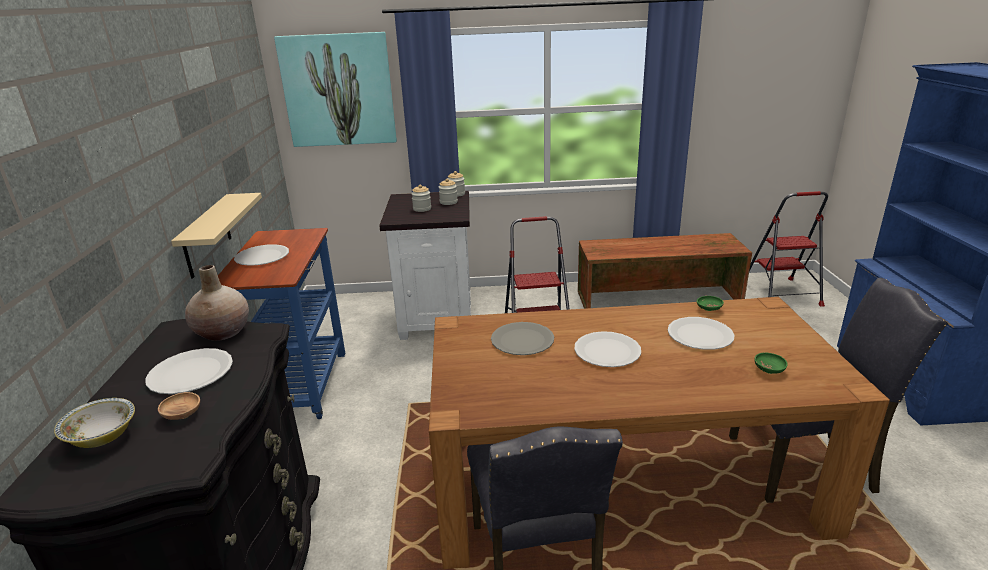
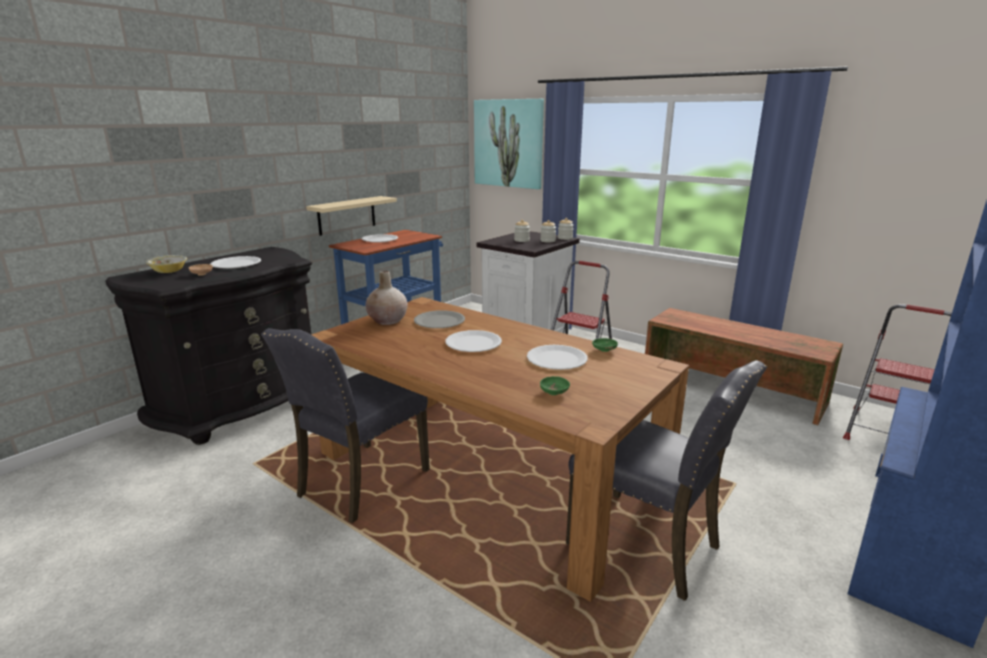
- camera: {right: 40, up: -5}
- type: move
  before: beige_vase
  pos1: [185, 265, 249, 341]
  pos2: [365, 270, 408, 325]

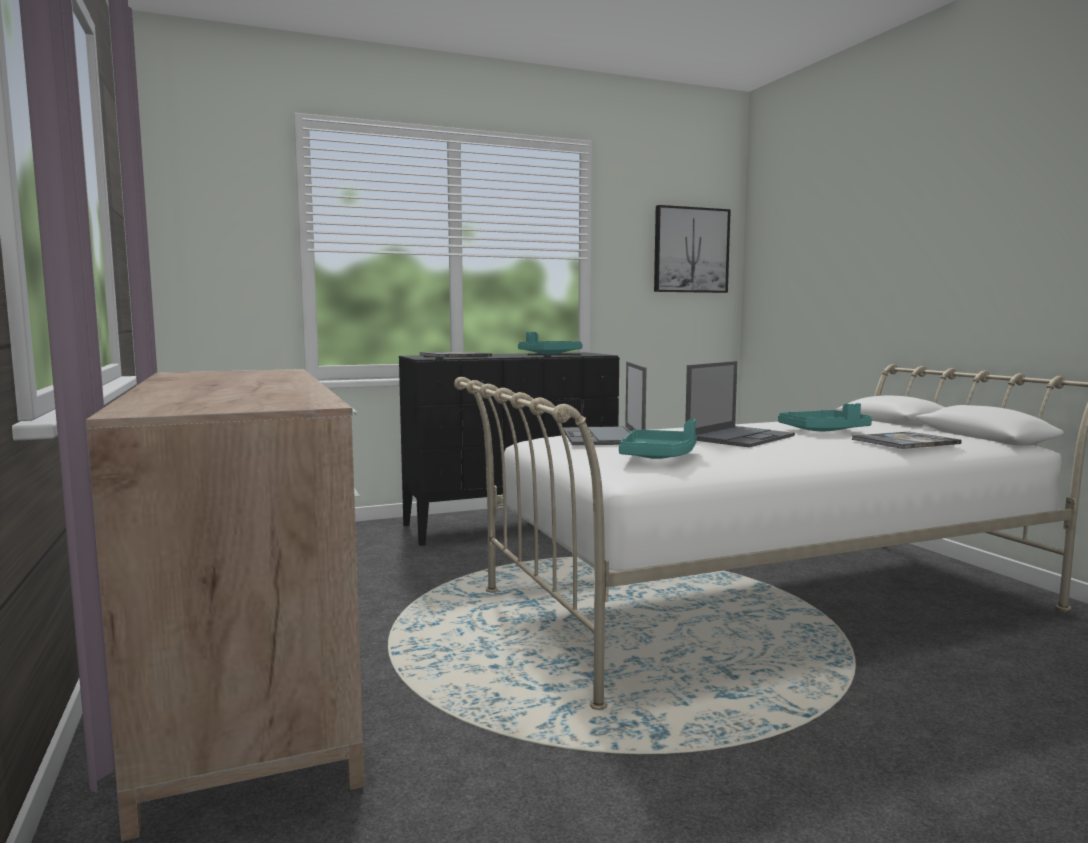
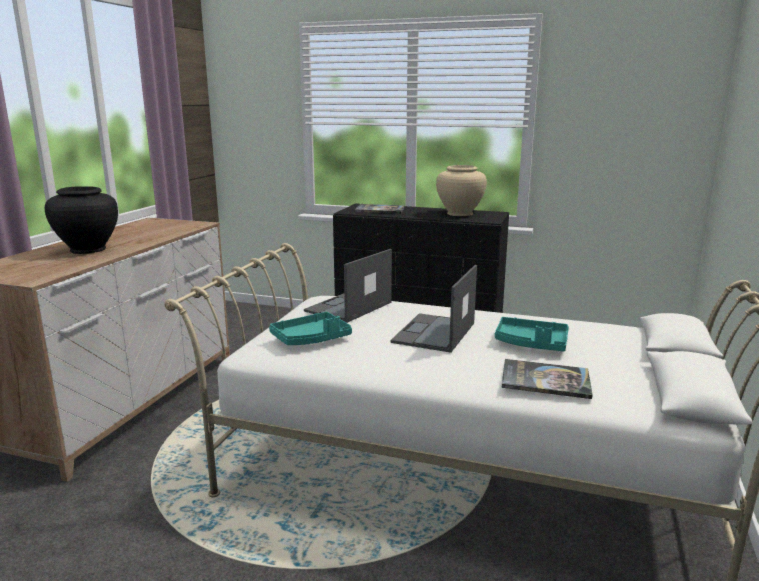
- camera: {right: 40, up: 10}
- type: delete
  before: wall_art
  pos1: [654, 205, 731, 293]
- type: insert
  after: blackish_vase
  pos2: [45, 186, 118, 254]
- type: replace
  before: turquoise-coloured_carrying_tray
  after: beige_vase
  pos1: [518, 332, 583, 354]
  pos2: [436, 165, 487, 216]
- type: rotate
  before: portable_computer
  pos1: [685, 361, 795, 447]
  pos2: [391, 265, 477, 353]
  turn: 120

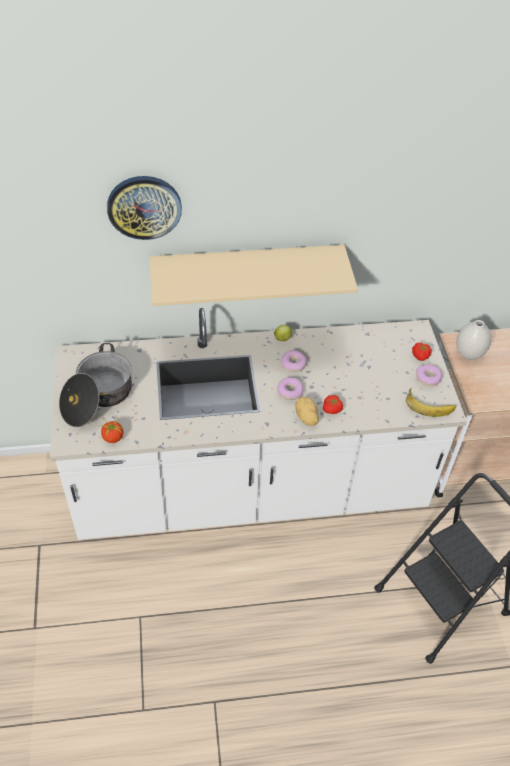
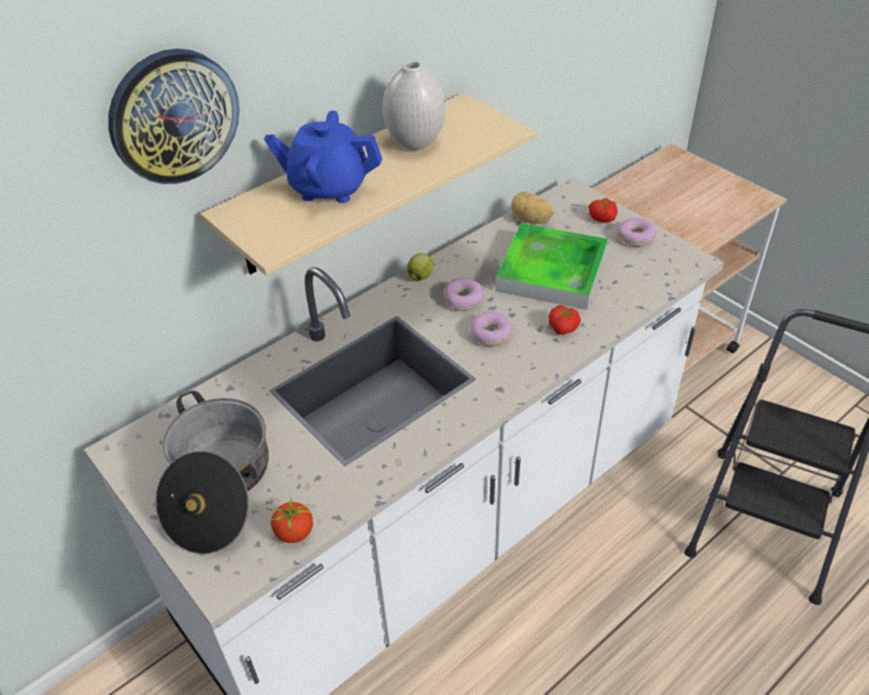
- camera: {right: -30, up: -5}
- type: delete
  before: whole_banana
  pos1: [406, 388, 456, 417]
- type: insert
  after: blue_pot_for_tea
  pos2: [264, 111, 382, 203]
- type: insert
  after: carrying_tray
  pos2: [495, 223, 608, 310]
- type: move
  before: potato
  pos1: [295, 397, 319, 426]
  pos2: [511, 192, 554, 224]
- type: move
  before: white_vase
  pos1: [456, 320, 491, 360]
  pos2: [383, 61, 446, 150]

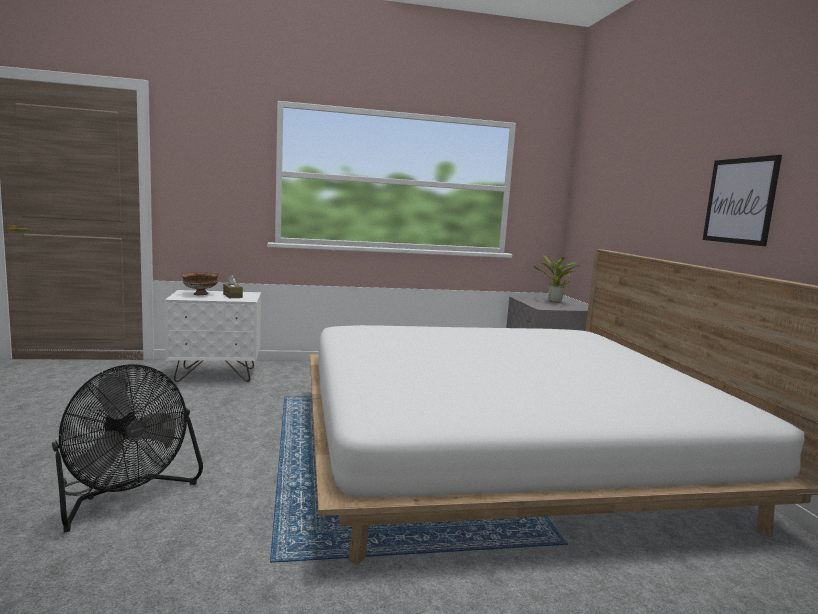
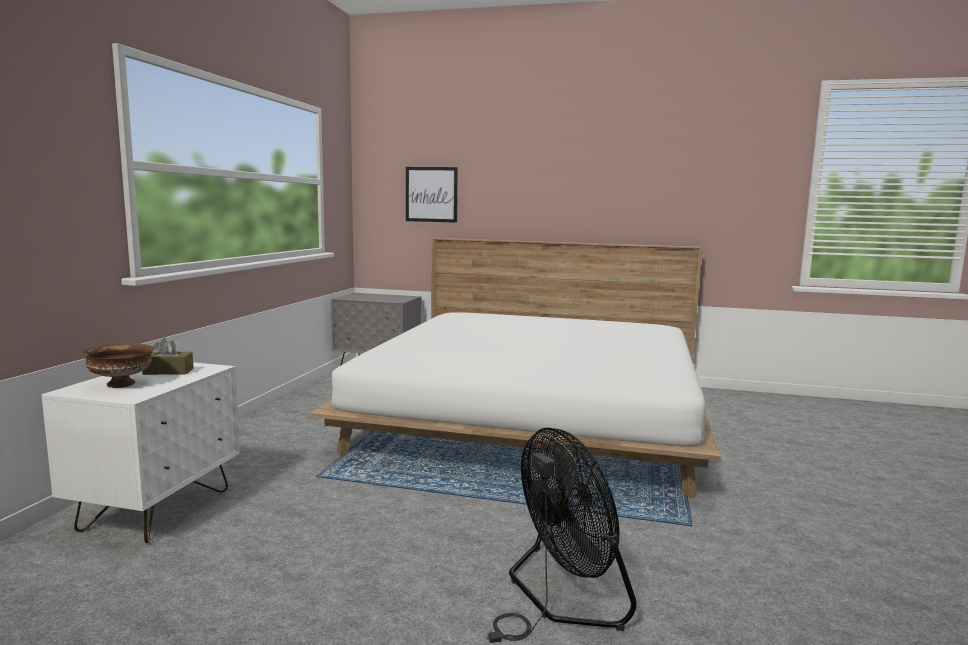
- camera: {right: -65, up: 0}
- type: delete
  before: houseplant
  pos1: [534, 255, 580, 303]
- type: move
  before: wall_art
  pos1: [703, 155, 782, 246]
  pos2: [406, 167, 458, 223]

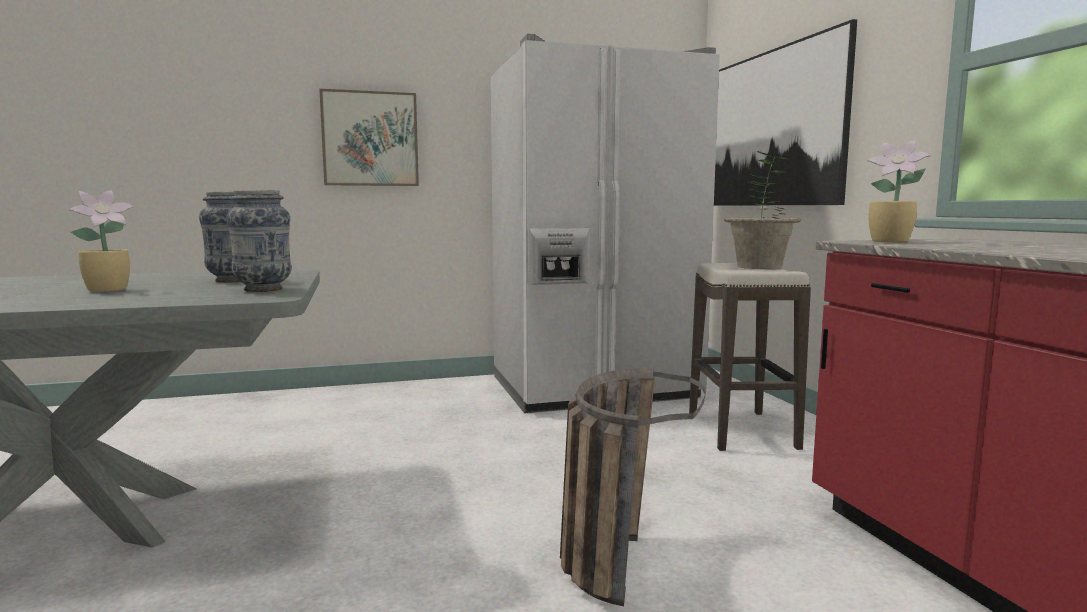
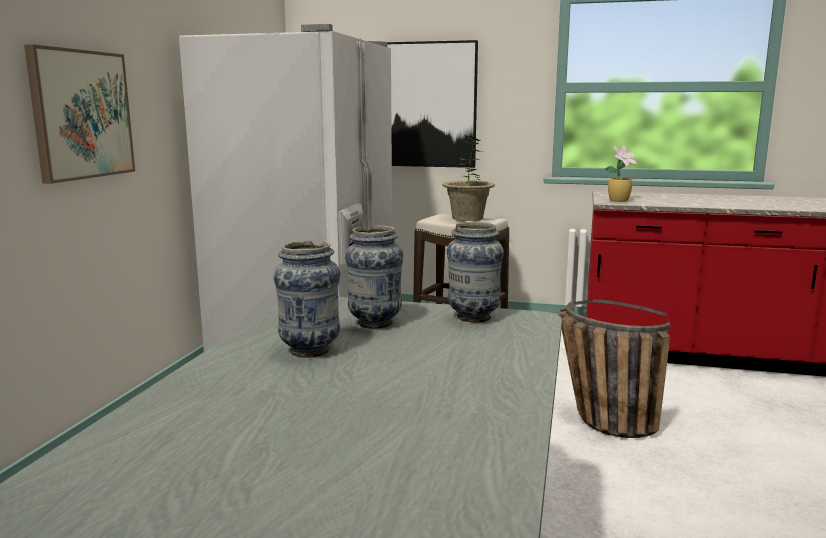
- camera: {right: -60, up: 5}
- type: delete
  before: houseplant
  pos1: [69, 191, 134, 292]
- type: insert
  after: vase
  pos2: [274, 240, 340, 357]

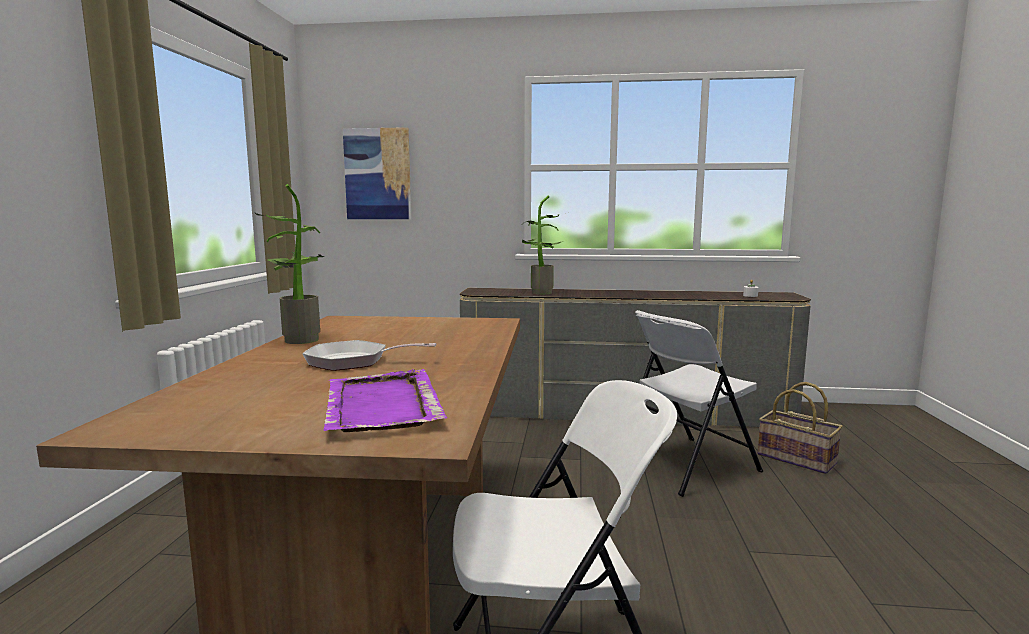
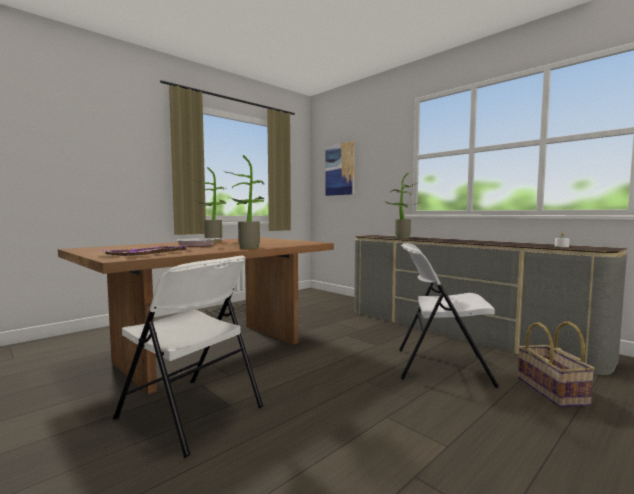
- camera: {right: 40, up: -5}
- type: insert
  after: houseplant
  pos2: [224, 155, 265, 249]

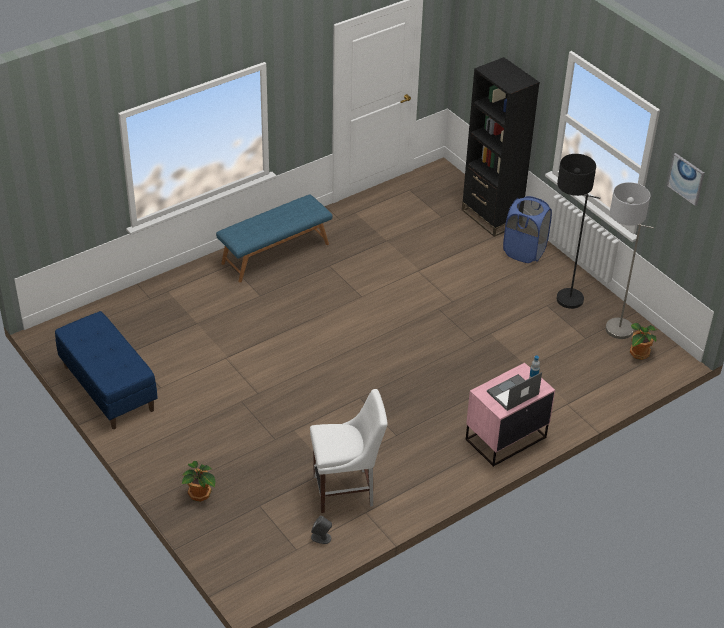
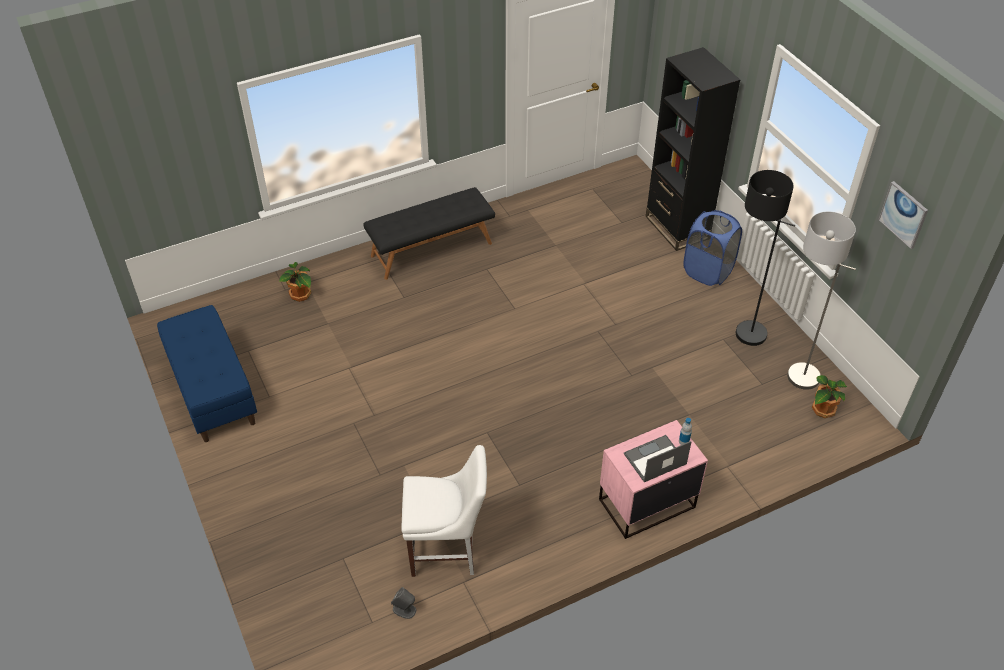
- camera: {right: 10, up: 5}
- type: move
  before: houseplant
  pos1: [182, 461, 215, 502]
  pos2: [279, 262, 311, 302]
- type: recolor
  before: blue_indoor_bench
  after: blackish_indoor_bench
  pos1: [216, 194, 333, 282]
  pos2: [363, 187, 495, 280]

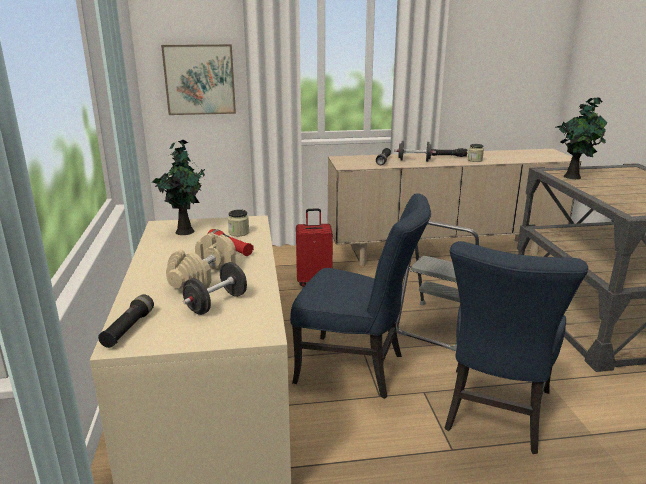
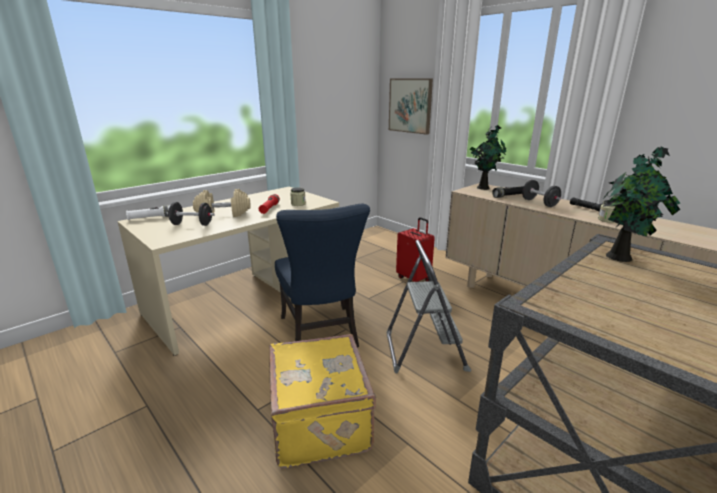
- camera: {right: 55, up: 0}
- type: move
  before: houseplant
  pos1: [152, 140, 205, 235]
  pos2: [469, 125, 506, 190]
- type: replace
  before: blue_plain_chair
  after: yellowish_suitcase
  pos1: [444, 241, 588, 454]
  pos2: [269, 334, 376, 468]
- type: recolor
  before: blackish_flashlight
  after: white_flashlight
  pos1: [98, 294, 154, 348]
  pos2: [126, 205, 171, 220]

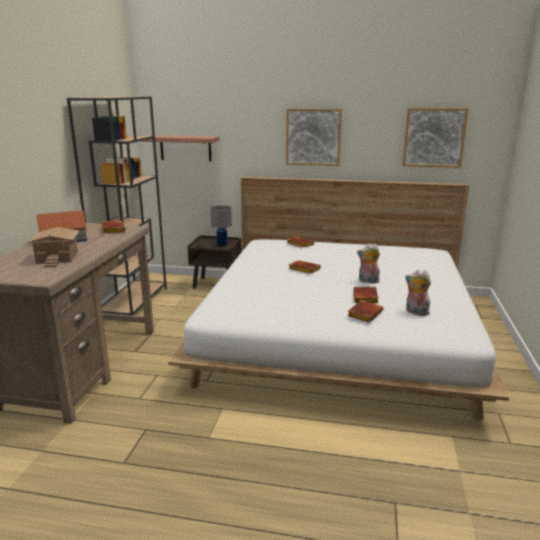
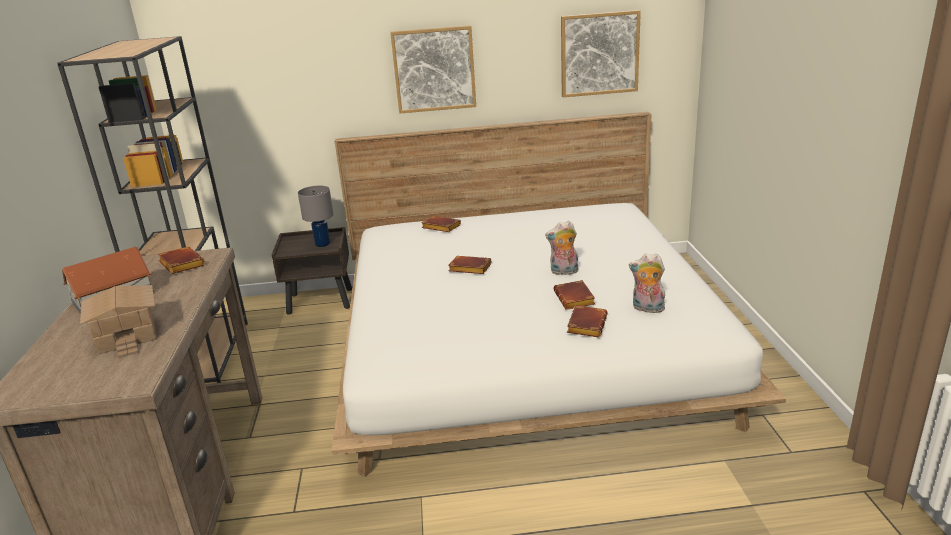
- camera: {right: -15, up: 5}
- type: delete
  before: wall_shelf
  pos1: [142, 135, 219, 161]

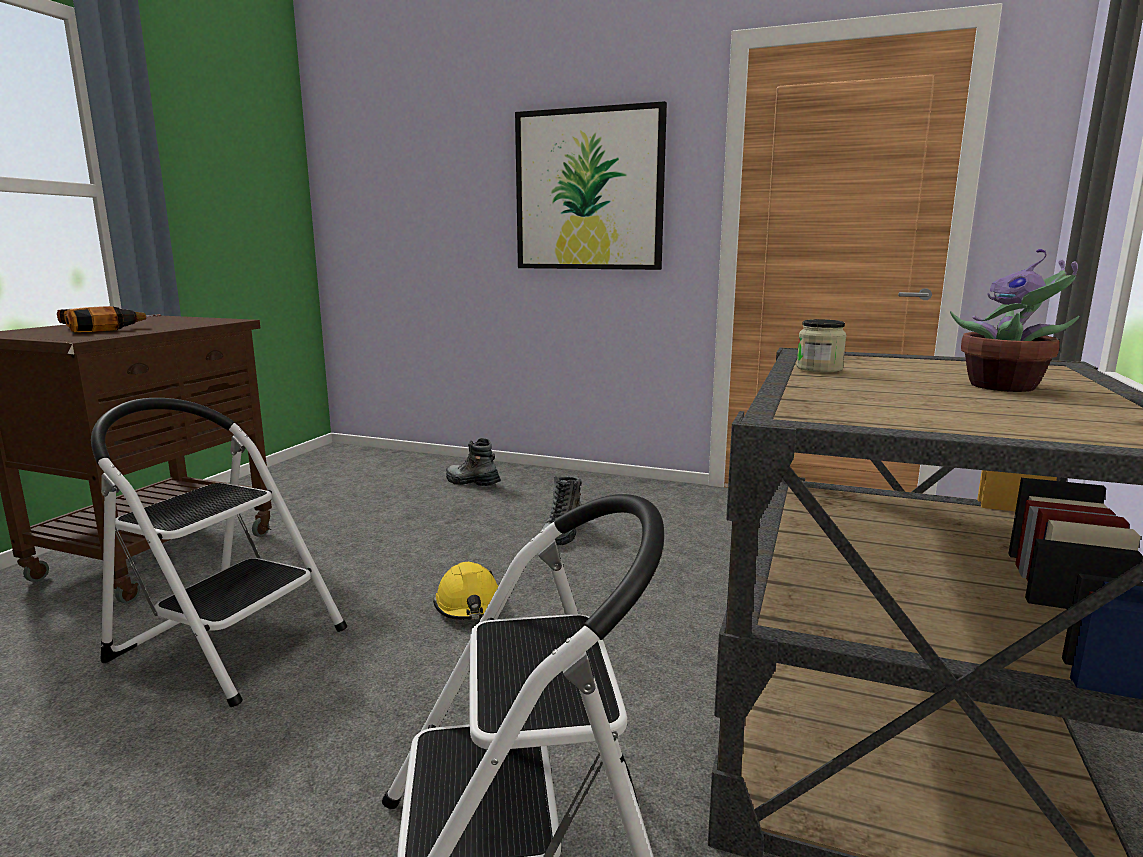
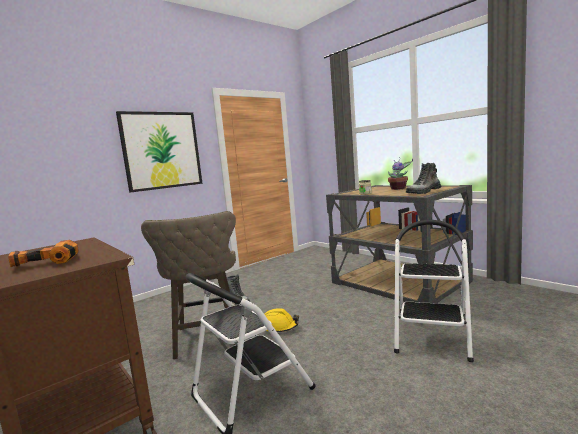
- camera: {right: -60, up: -5}
- type: insert
  after: beige_sitting_stool
  pos2: [141, 211, 236, 359]
- type: move
  before: boot
  pos1: [446, 438, 501, 486]
  pos2: [406, 163, 442, 194]

